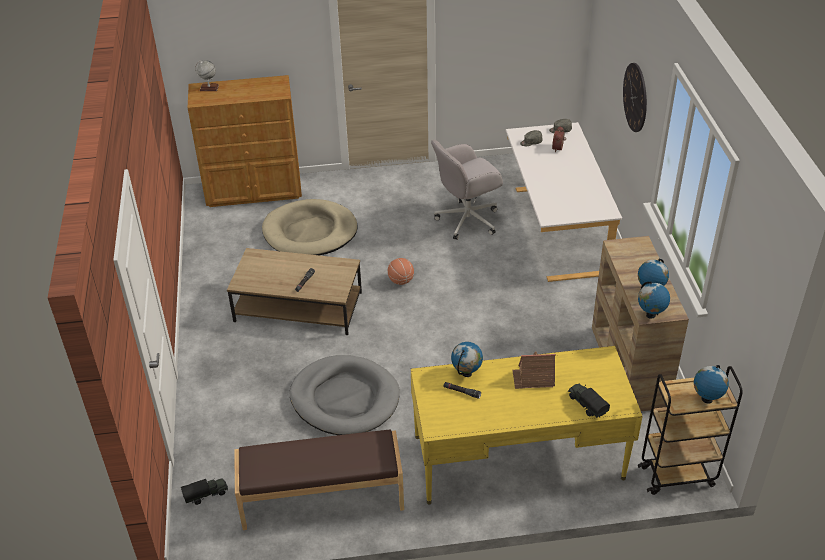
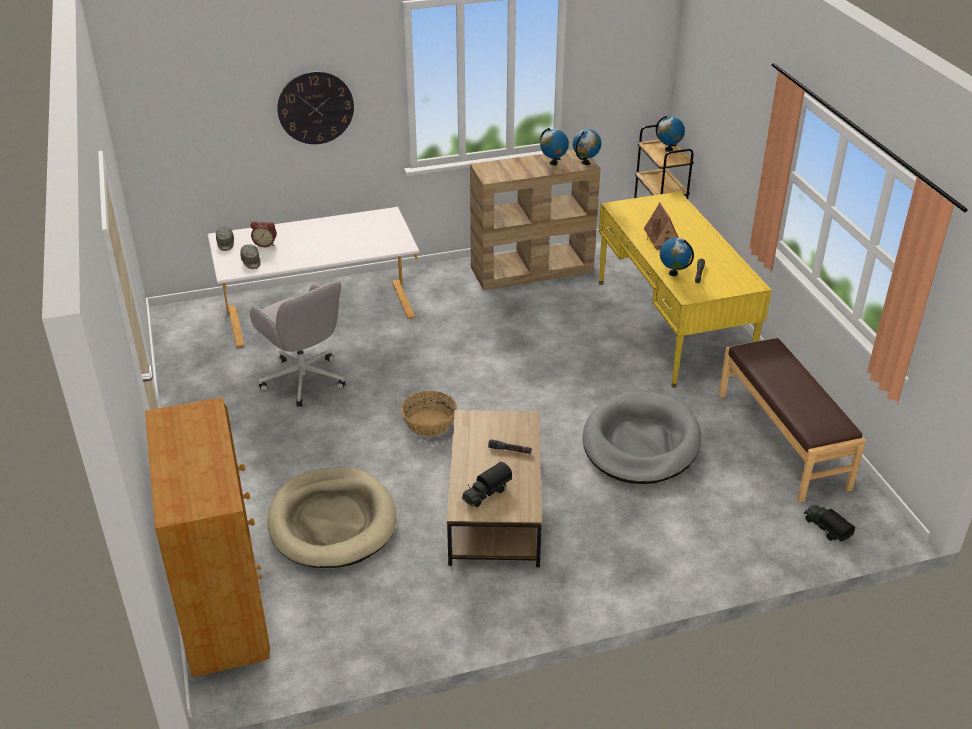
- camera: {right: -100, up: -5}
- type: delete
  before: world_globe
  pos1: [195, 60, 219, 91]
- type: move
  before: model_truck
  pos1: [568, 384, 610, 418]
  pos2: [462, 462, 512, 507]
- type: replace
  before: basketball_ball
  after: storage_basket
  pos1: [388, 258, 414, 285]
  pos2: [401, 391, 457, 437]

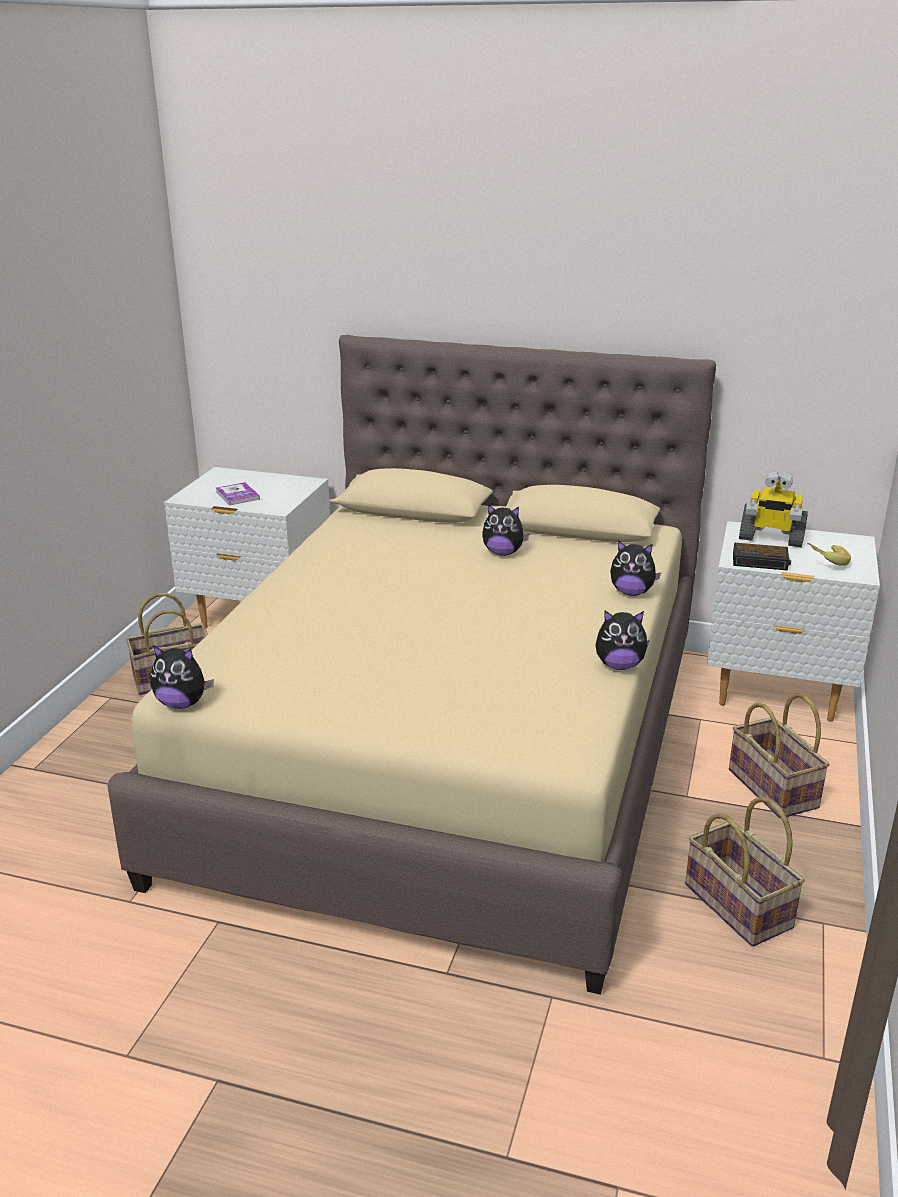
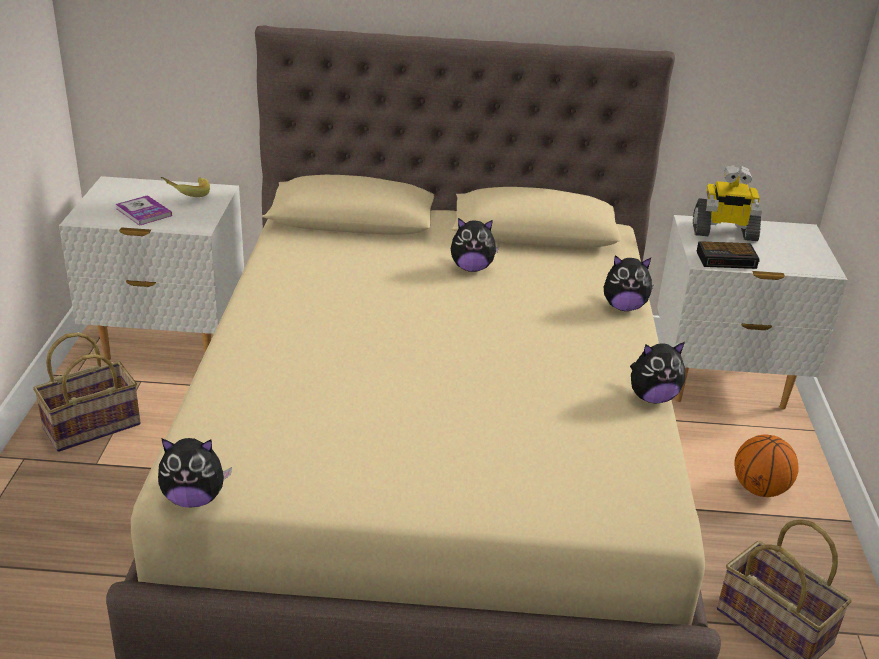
- camera: {right: -15, up: 5}
- type: move
  before: whole_banana
  pos1: [807, 543, 851, 566]
  pos2: [161, 177, 210, 197]
- type: replace
  before: storage_basket
  after: basketball_ball
  pos1: [729, 693, 830, 819]
  pos2: [735, 434, 799, 497]

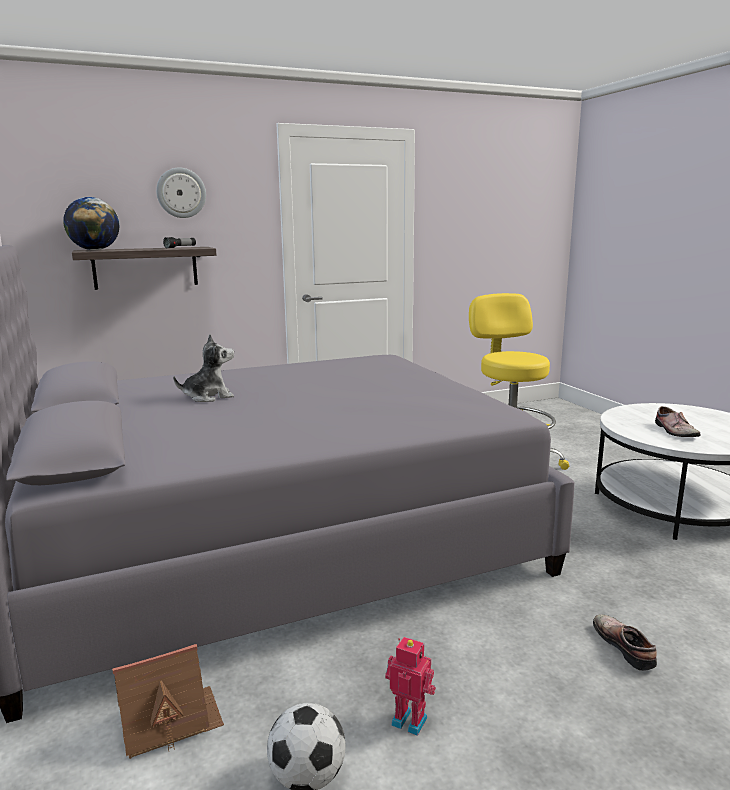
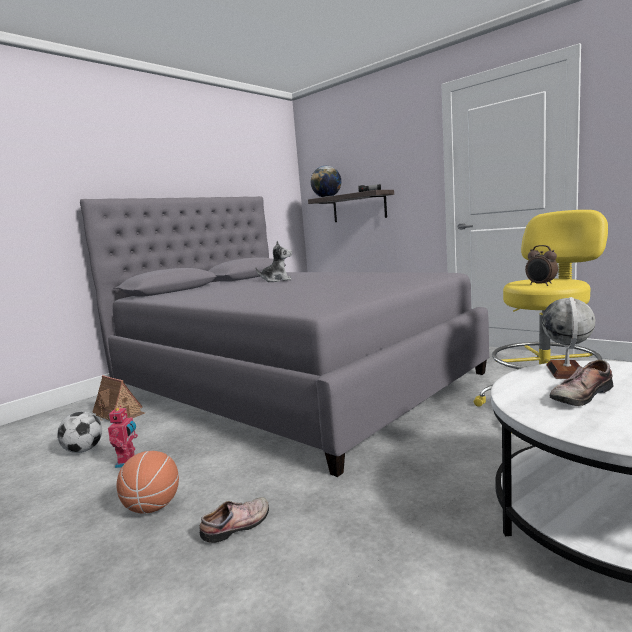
- camera: {right: 65, up: -5}
- type: delete
  before: hanging_clock
  pos1: [156, 168, 206, 218]
- type: insert
  after: basketball_ball
  pos2: [117, 451, 179, 513]
- type: insert
  after: alarm_clock
  pos2: [525, 245, 558, 286]
- type: insert
  after: world_globe
  pos2: [542, 297, 595, 379]
- type: rotate
  before: plush_toy
  pos1: [173, 334, 234, 402]
  pos2: [255, 241, 292, 282]
  turn: -45

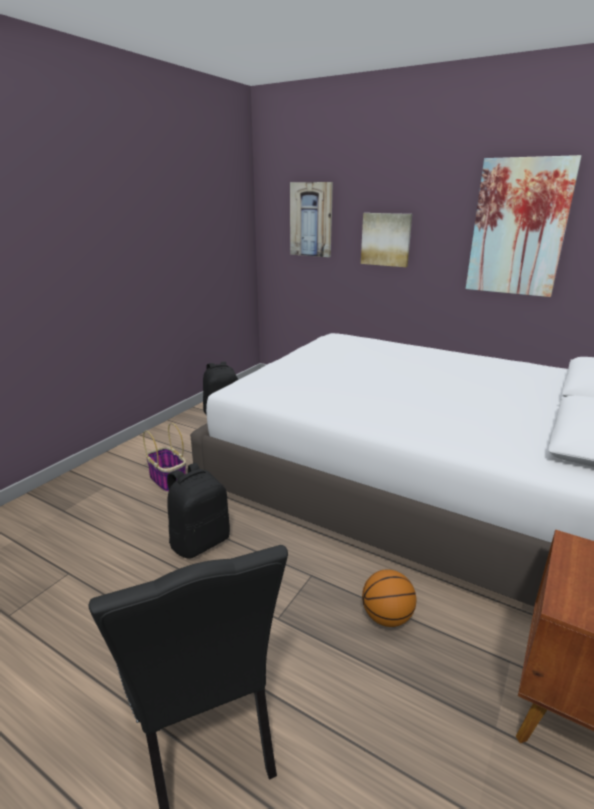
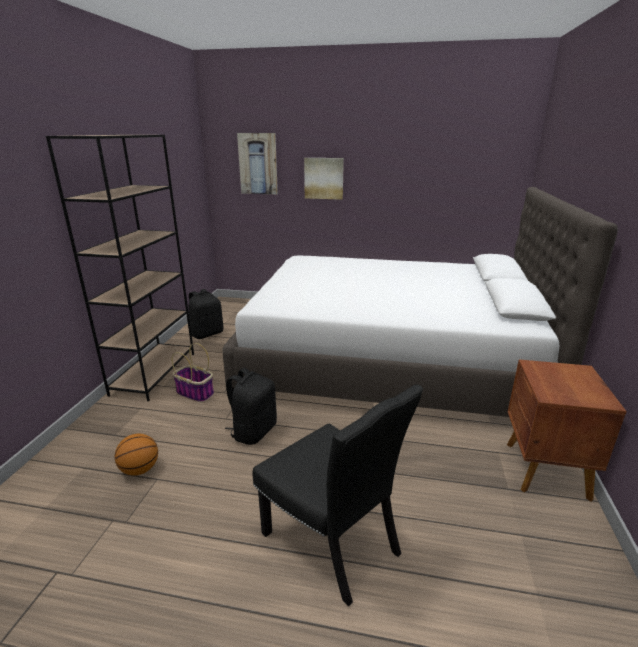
- camera: {right: -20, up: 0}
- type: delete
  before: wall_art
  pos1: [465, 155, 582, 297]
- type: insert
  after: beige_bookshelf
  pos2: [46, 135, 194, 401]
- type: move
  before: basketball_ball
  pos1: [362, 569, 417, 627]
  pos2: [115, 434, 158, 476]

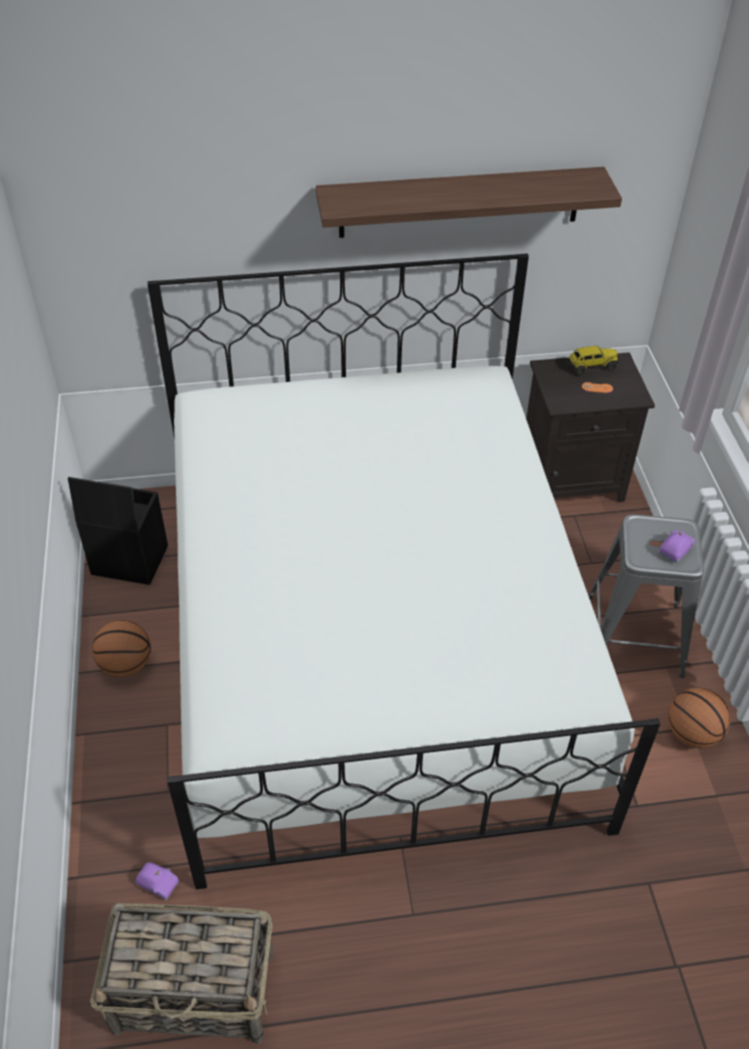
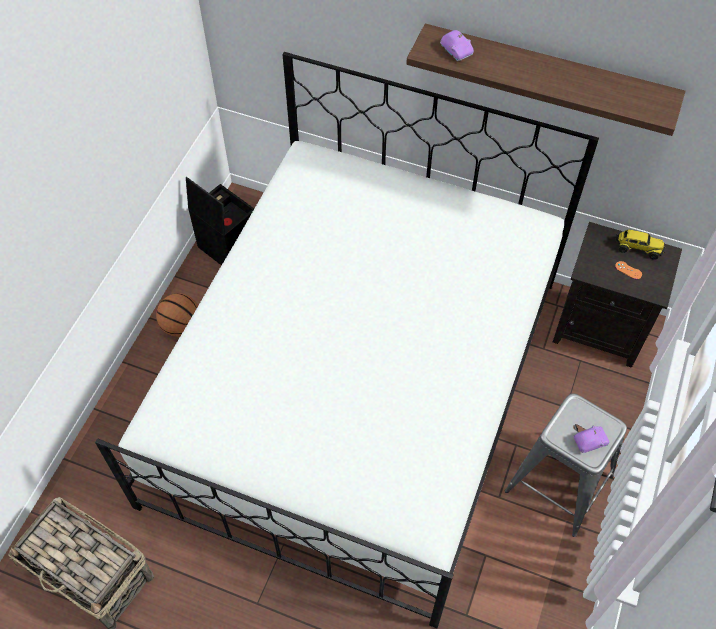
- camera: {right: 30, up: 10}
- type: delete
  before: basketball_ball
  pos1: [668, 688, 731, 748]
- type: move
  before: purple-coloured_miniature_car
  pos1: [136, 862, 179, 900]
  pos2: [440, 30, 474, 61]

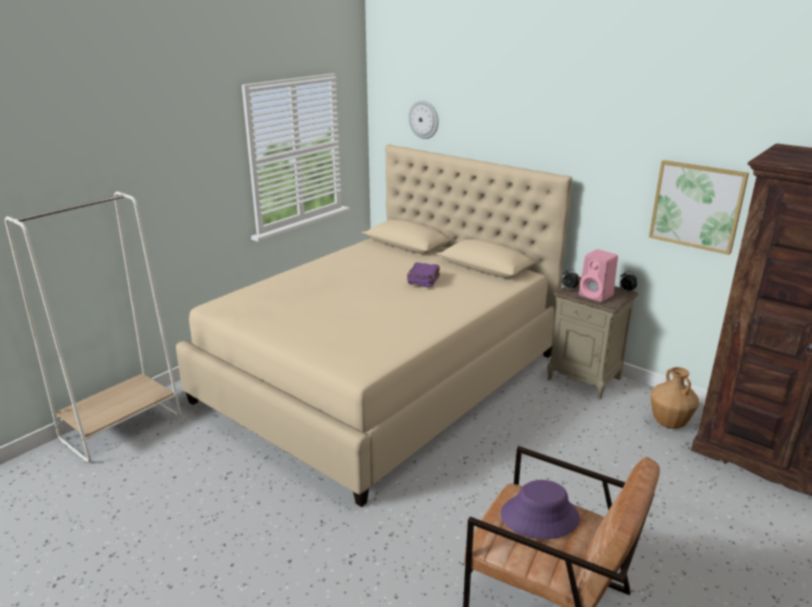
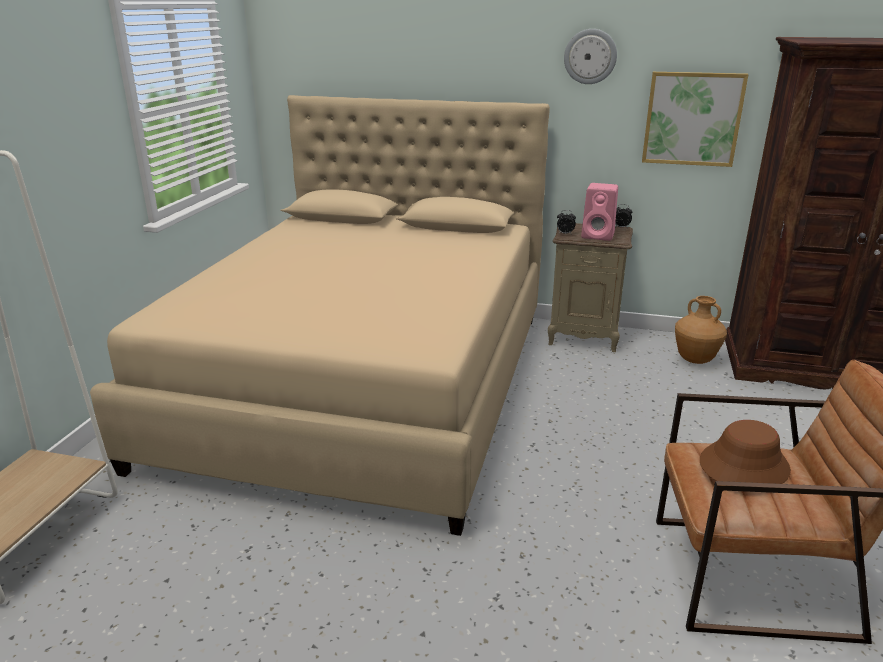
- camera: {right: -25, up: 0}
- type: delete
  before: purple-coloured_bound_book
  pos1: [407, 262, 440, 287]
- type: move
  before: hanging_clock
  pos1: [409, 100, 439, 139]
  pos2: [564, 29, 617, 84]
- type: recolor
  before: purple-coloured_hat
  after: brownish_hat
  pos1: [501, 480, 580, 539]
  pos2: [700, 420, 791, 484]

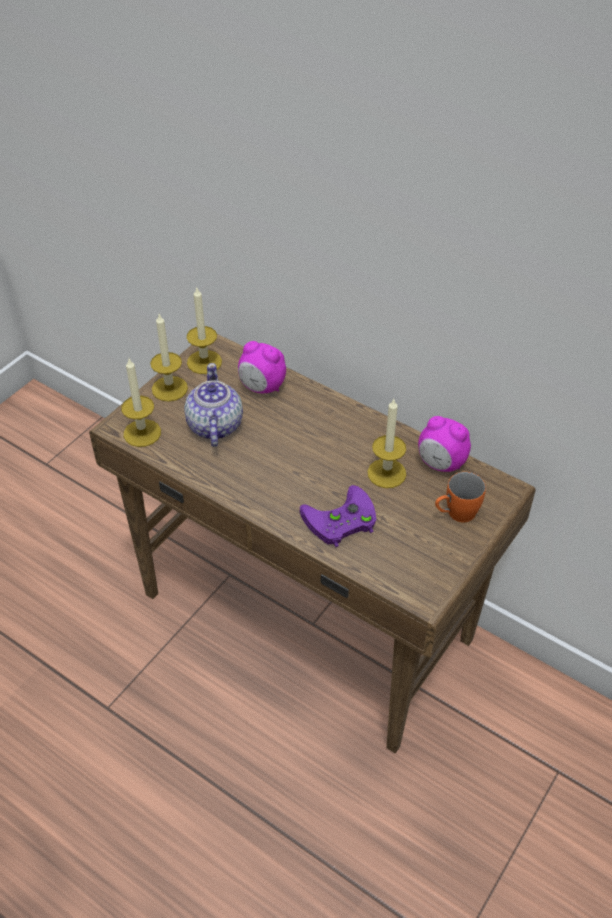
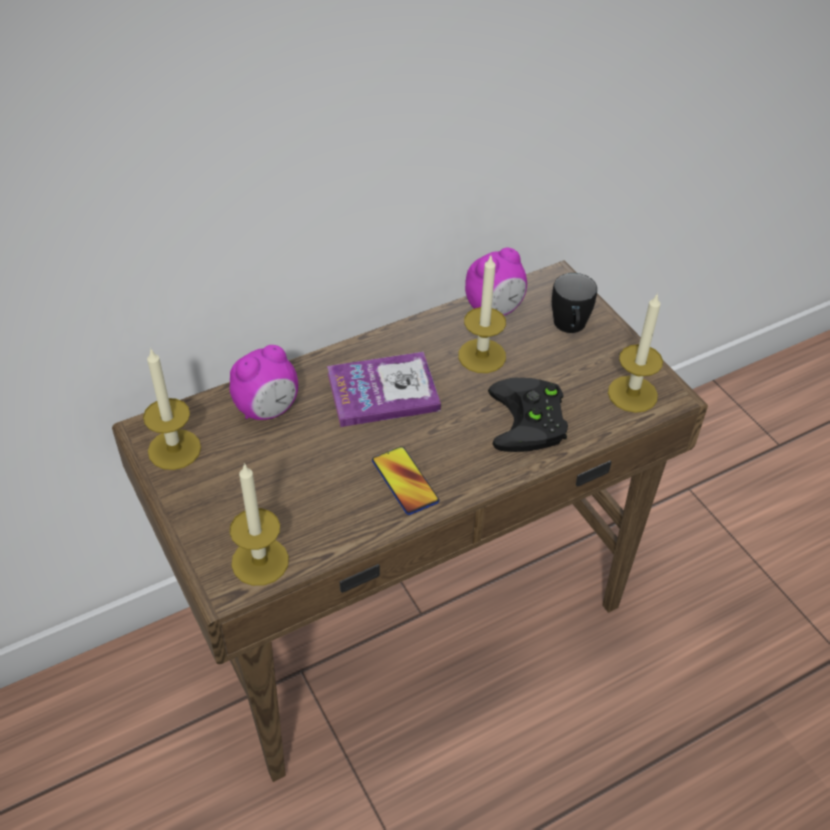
- camera: {right: -65, up: 0}
- type: delete
  before: pot_for_tea
  pos1: [184, 363, 243, 447]
- type: insert
  after: bound_book
  pos2: [327, 352, 441, 427]
- type: insert
  after: telephone
  pos2: [372, 446, 439, 515]
- type: move
  before: wax_candle
  pos1: [150, 314, 188, 402]
  pos2: [608, 293, 663, 413]
- type: recolor
  before: purple-coloured_joypad
  after: blackish_joypad
  pos1: [300, 485, 376, 547]
  pos2: [488, 378, 568, 452]
- type: recolor
  before: orange_mug
  after: blackish_mug
  pos1: [435, 472, 486, 522]
  pos2: [552, 273, 597, 333]

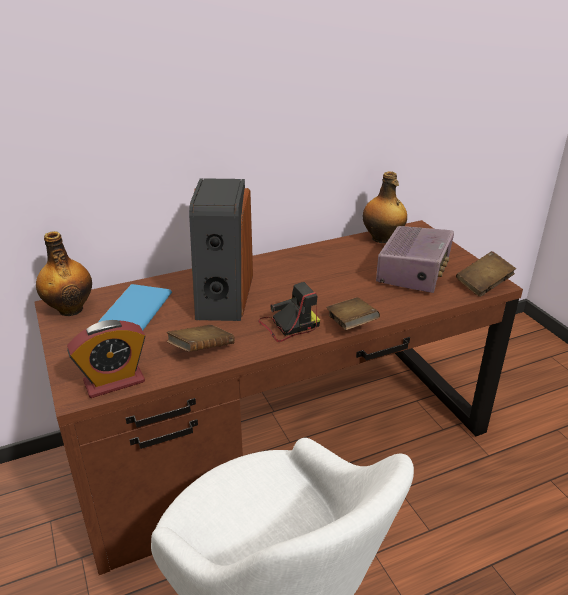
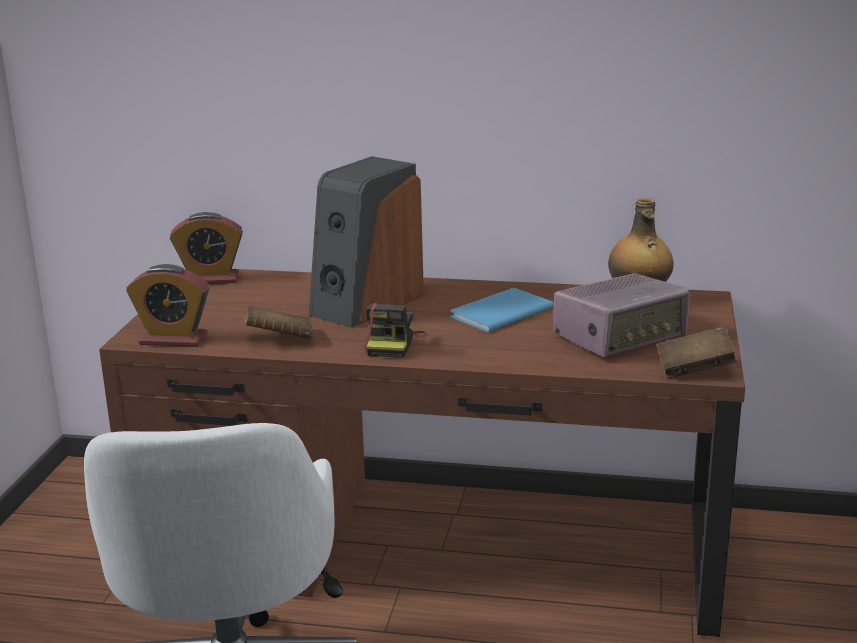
- camera: {right: 35, up: -10}
- type: delete
  before: brownish_bound_book
  pos1: [326, 297, 380, 330]
- type: move
  before: blue_bound_book
  pos1: [98, 284, 172, 330]
  pos2: [450, 288, 554, 332]
- type: replace
  before: beverage_bottle
  after: alarm_clock
  pos1: [36, 231, 92, 316]
  pos2: [170, 212, 243, 284]
- type: rotate
  before: photo_camera
  pos1: [258, 282, 320, 342]
  pos2: [364, 303, 427, 358]
  turn: 90

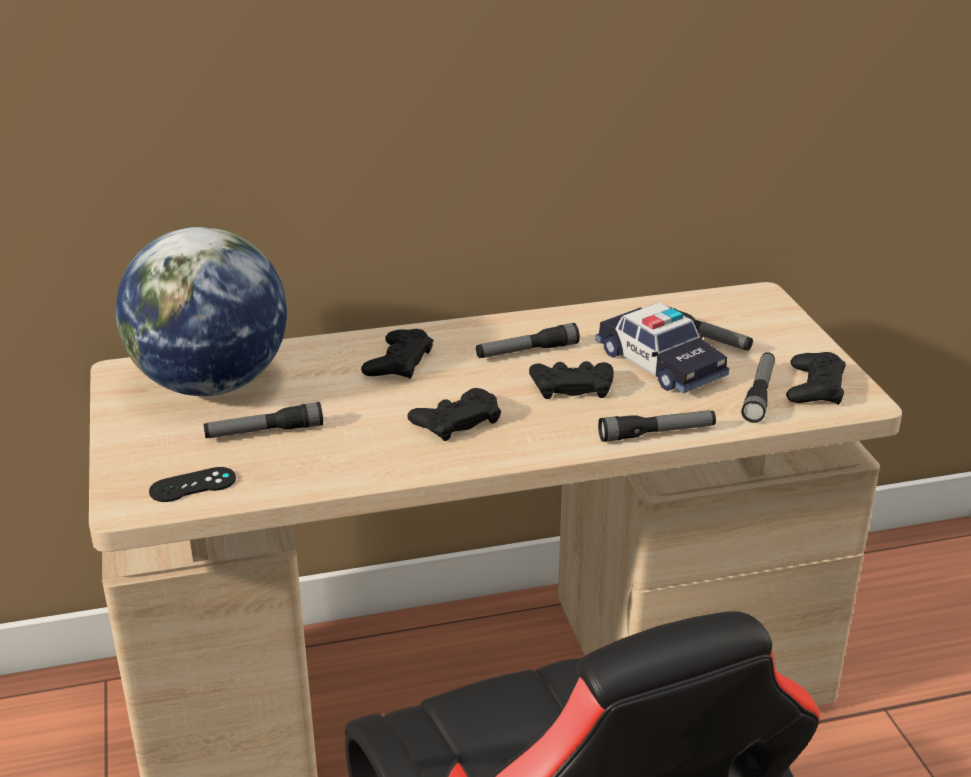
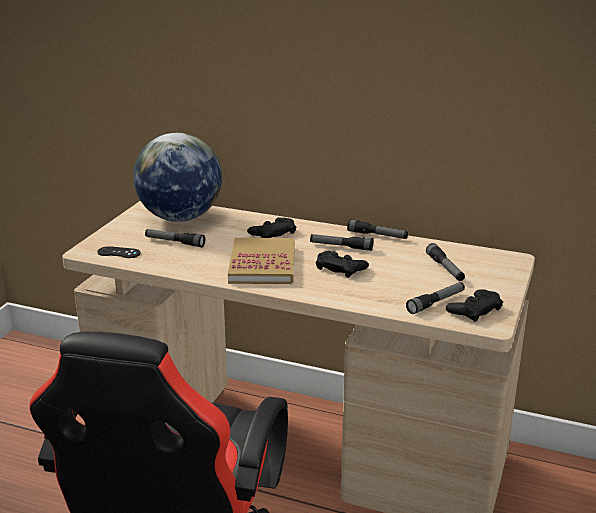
- camera: {right: 35, up: -5}
- type: delete
  before: miniature_car
  pos1: [596, 302, 729, 394]
- type: move
  before: flashlight
  pos1: [598, 410, 716, 442]
  pos2: [347, 219, 408, 239]
- type: replace
  before: blackish_joypad
  after: bound_book
  pos1: [407, 388, 501, 441]
  pos2: [228, 238, 295, 284]

